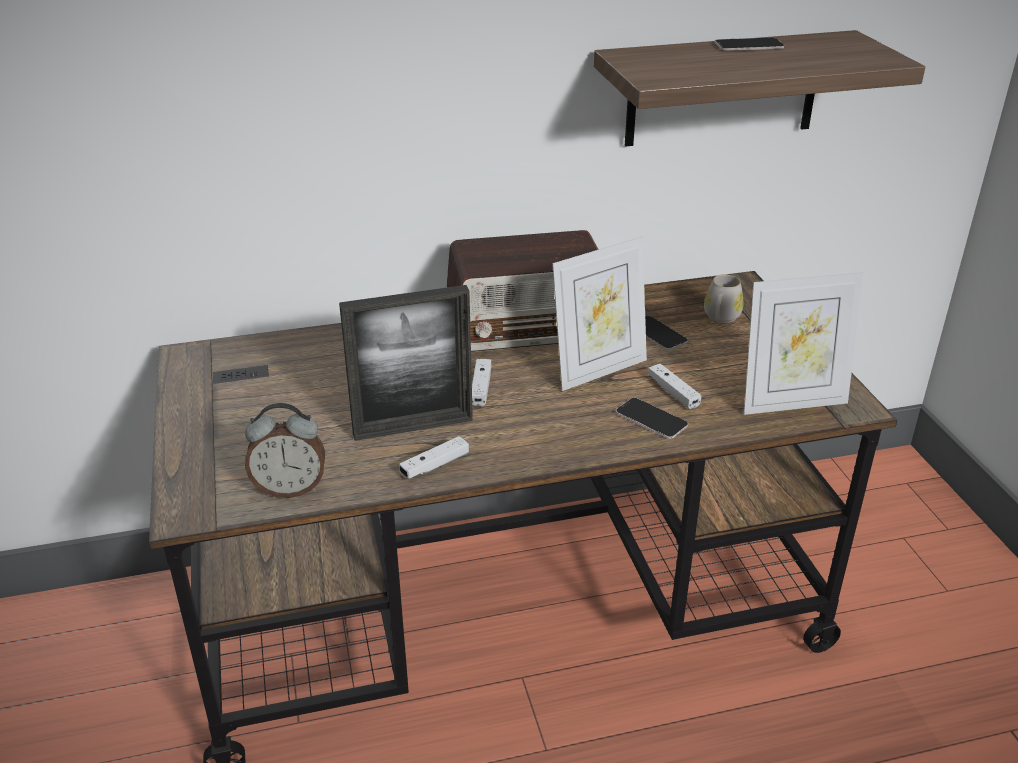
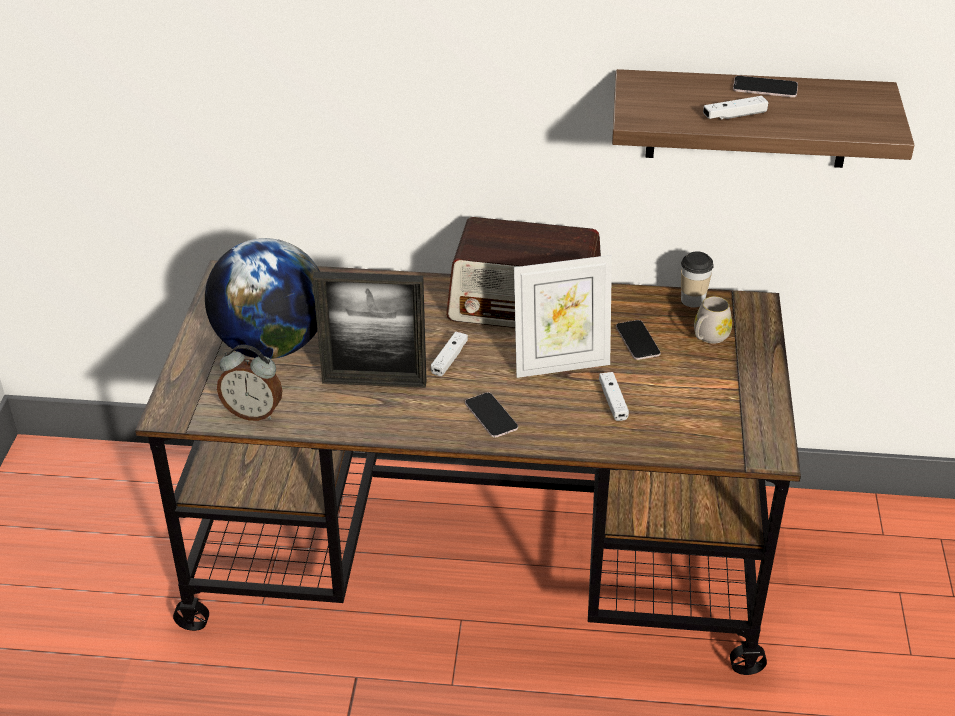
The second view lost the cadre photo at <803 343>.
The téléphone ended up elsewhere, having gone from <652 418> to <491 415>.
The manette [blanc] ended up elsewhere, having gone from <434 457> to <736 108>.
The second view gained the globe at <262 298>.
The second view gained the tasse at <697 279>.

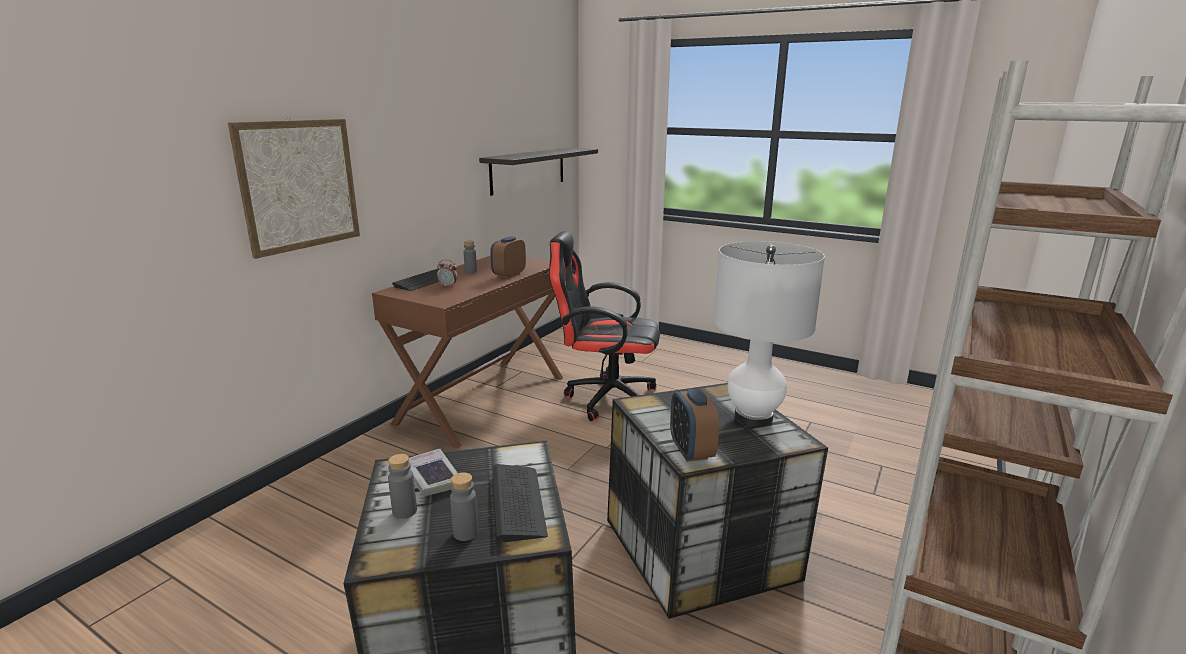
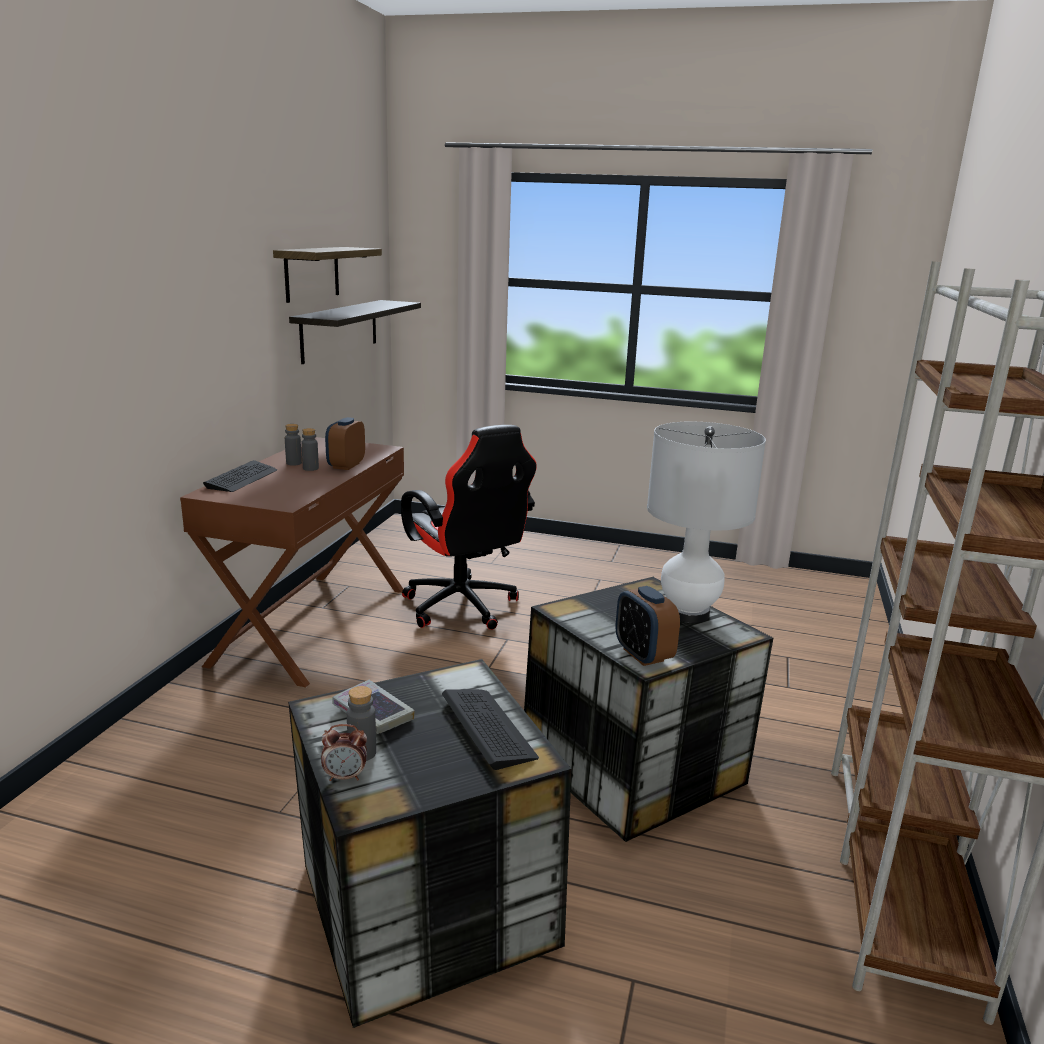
The second view lost the tableau at <294 188>.
The chaise de bureau [noir] at <604 326> ended up facing another way, 120 degrees counterclockwise from before.
The réveil ended up elsewhere, having gone from <447 273> to <344 752>.
The bouteille [gris] ended up elsewhere, having gone from <464 506> to <310 449>.
The second view gained the étagère at <327 275>.

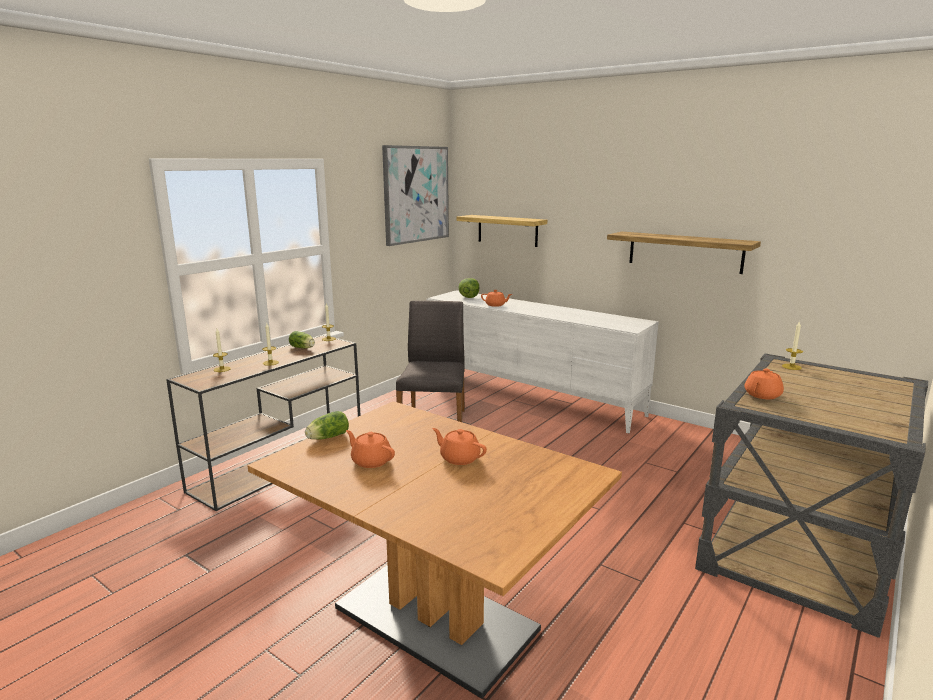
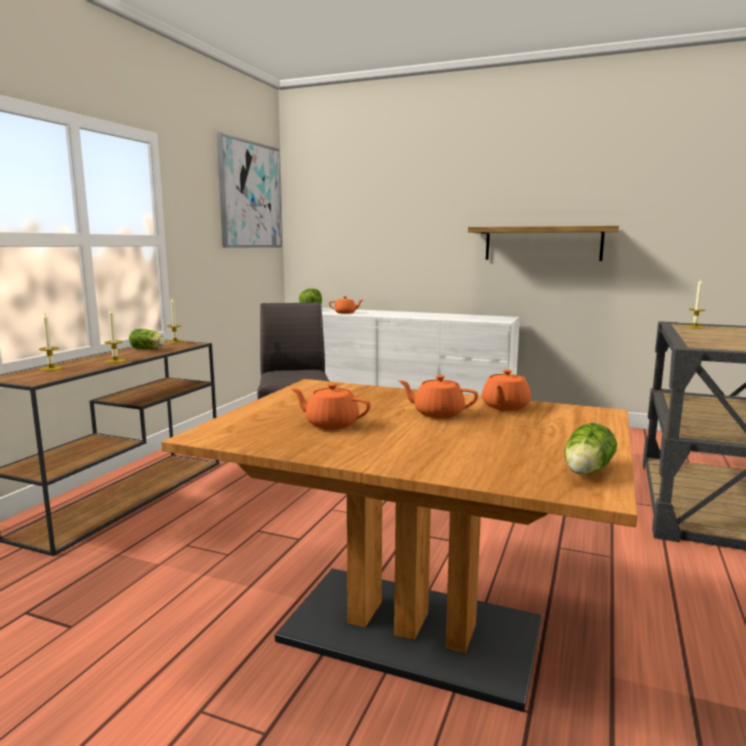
The second view lost the étagère at <502 231>.
The théière [orange] ended up elsewhere, having gone from <764 383> to <506 390>.
The laitue ended up elsewhere, having gone from <327 425> to <590 449>.

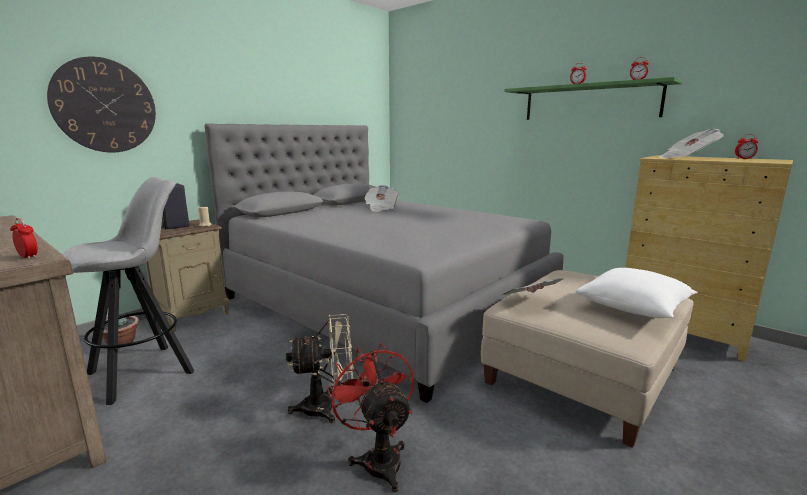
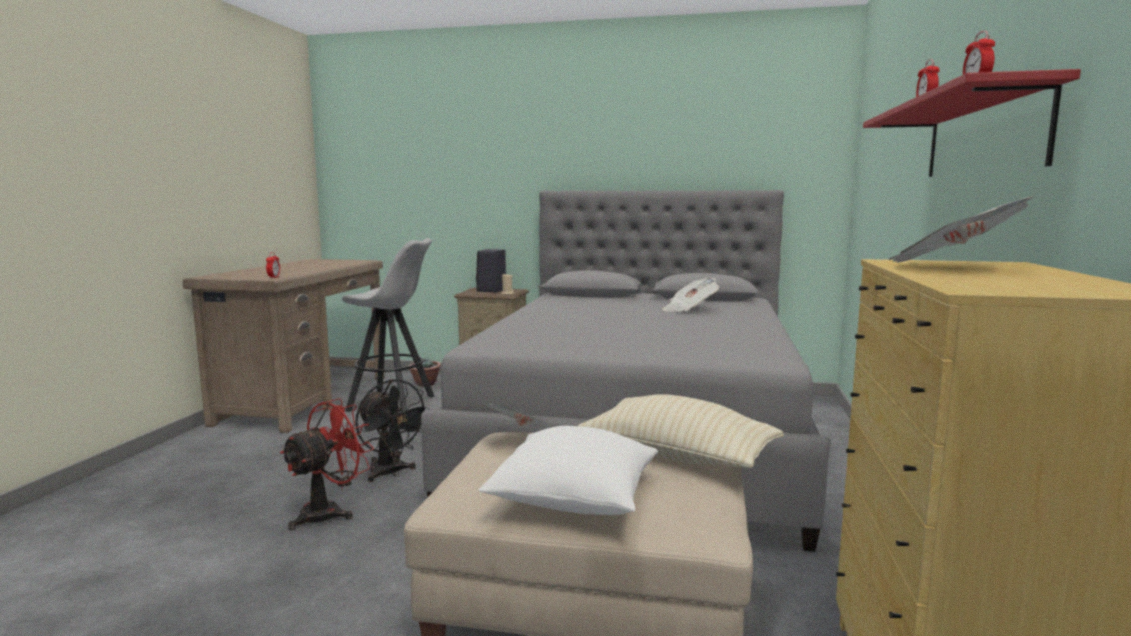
The second view lost the horloge murale at <101 105>.
What was the étagère [vert] at <593 98> turned into the étagère [rouge] at <972 123>.
The second view lost the réveil at <746 146>.
What was the ventilateur [beige] at <320 368> turned into the ventilateur [noir] at <392 430>.
The second view gained the coussin [beige] at <681 431>.

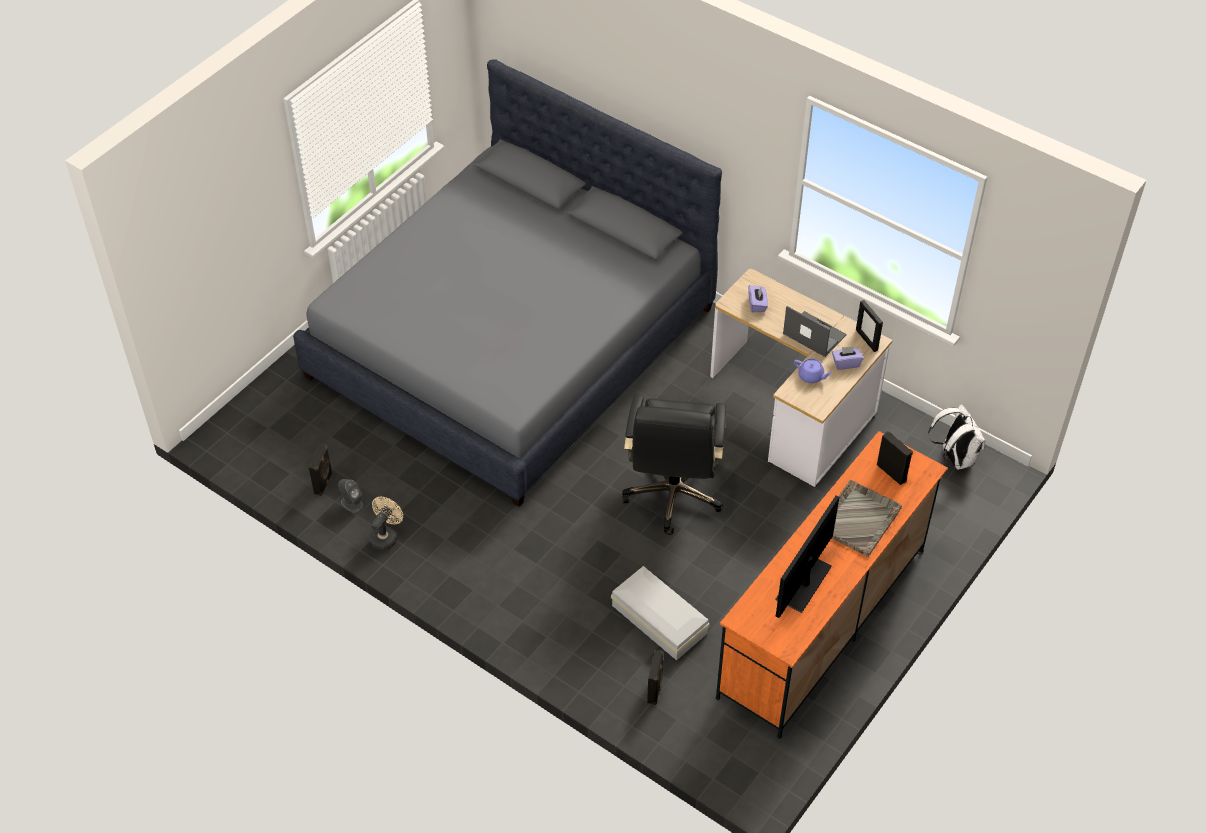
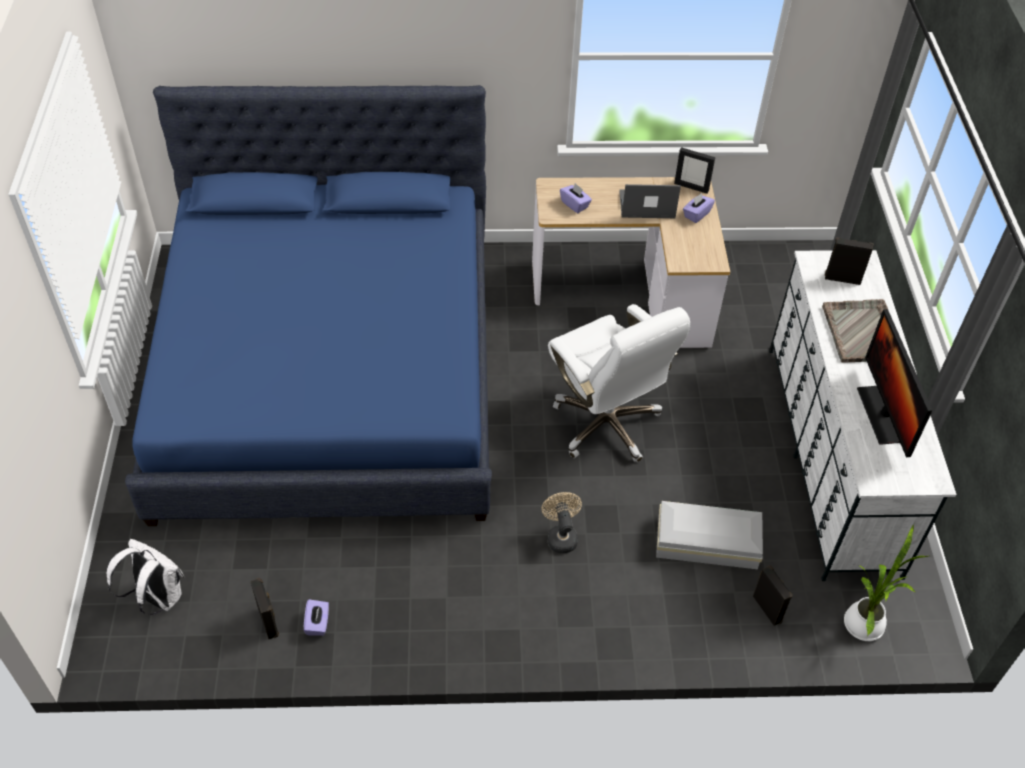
What was the lit [gris] at <507 283> turned into the lit [bleu] at <308 305>.
The second view lost the théière [violet] at <813 371>.
What was the chaise de bureau [noir] at <674 465> turned into the chaise de bureau [blanc] at <619 383>.
The sac à dos [blanc] ended up elsewhere, having gone from <956 437> to <145 577>.
What was the commode [orange] at <831 585> turned into the commode [blanc] at <863 415>.
Where the enceinte [gris] stood at <350 496>, the boîte à mouchoirs [violet] came to stand at <316 617>.
The ventilateur [beige] ended up elsewhere, having gone from <386 524> to <562 522>.
The second view gained the plante en pot at <886 582>.

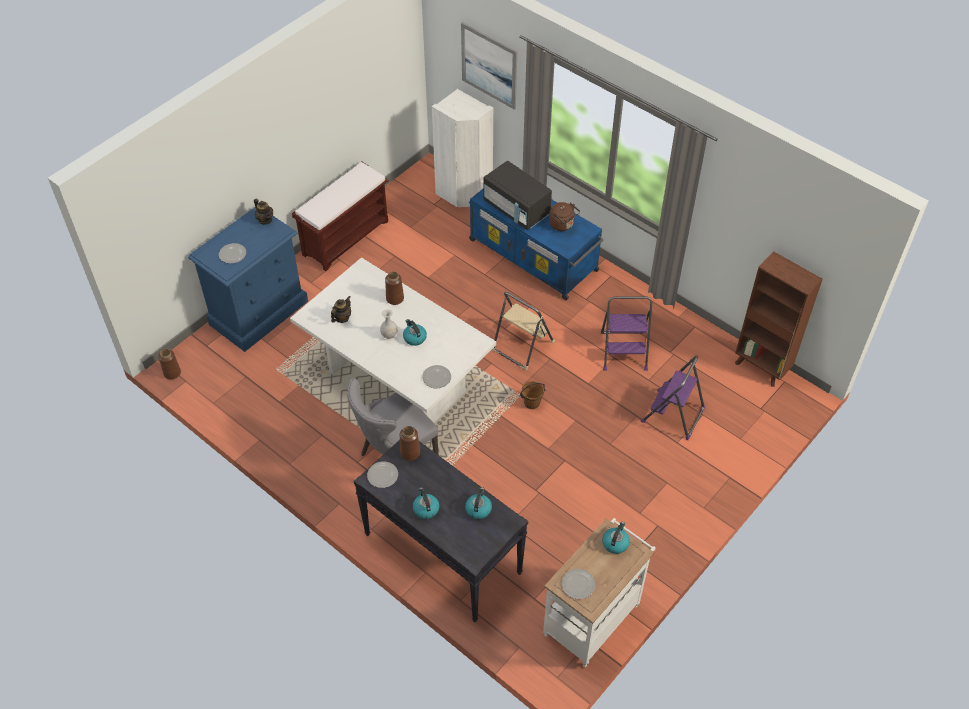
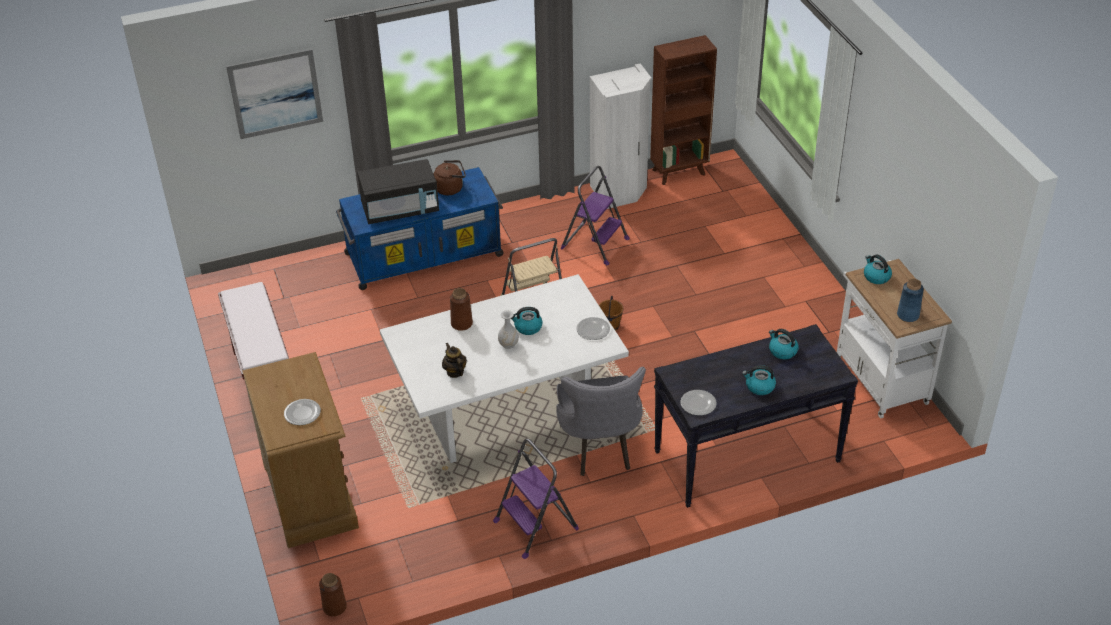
The meuble de rangement [blanc] ended up elsewhere, having gone from <462 148> to <620 136>.
The second view lost the théière at <263 211>.
What was the commode [bleu] at <248 279> turned into the commode [marron] at <300 450>.
The escabeau [violet] ended up elsewhere, having gone from <673 398> to <536 499>.
The second view lost the vase [marron] at <410 443>.
Where the assiette stood at <578 584>, the vase [bleu] came to stand at <910 300>.

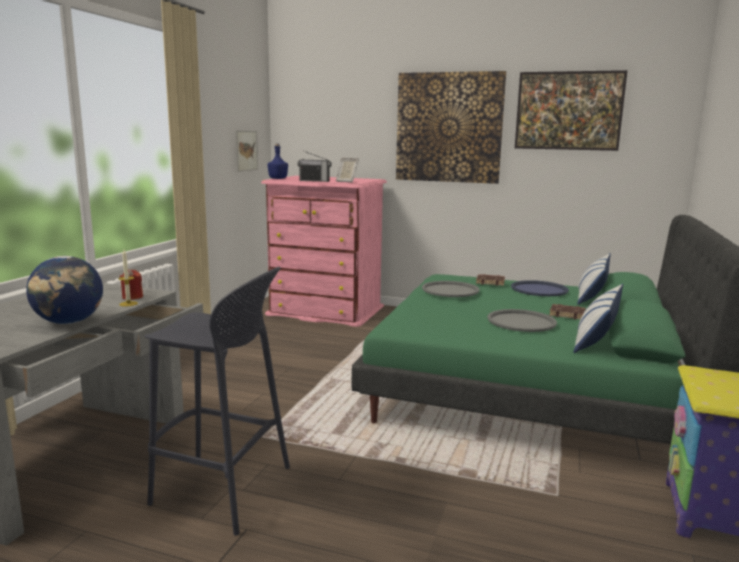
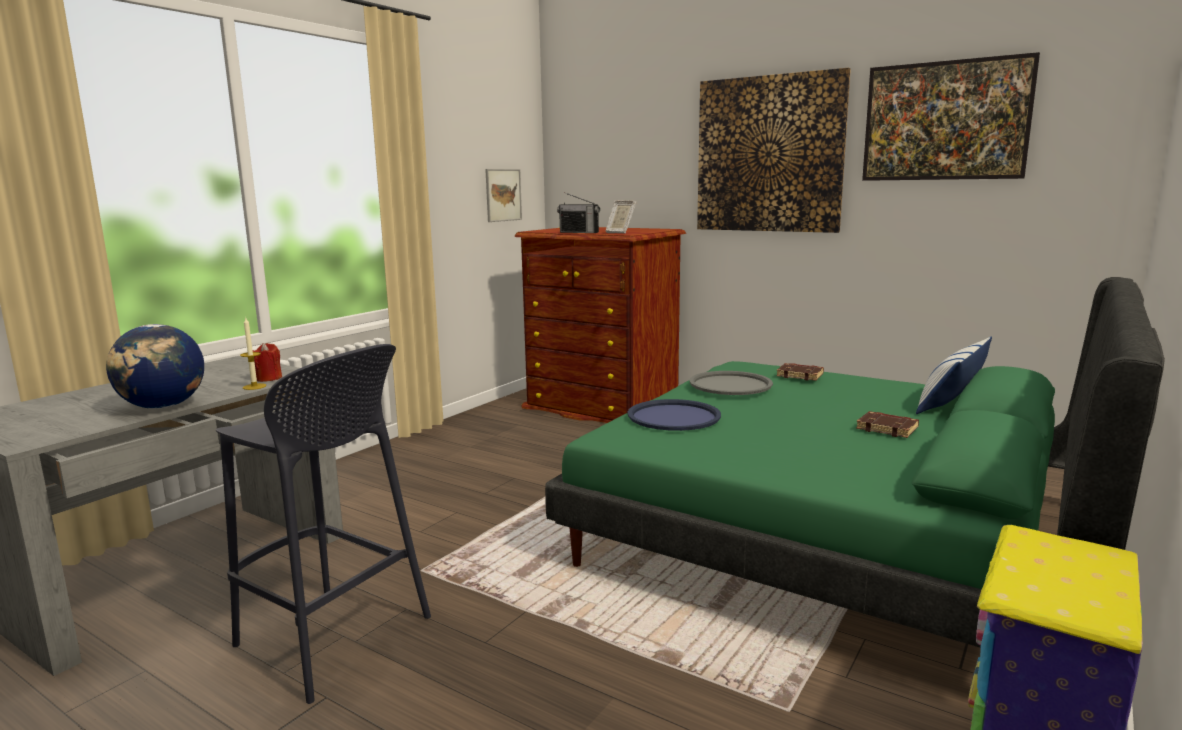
The second view lost the bouteille [bleu] at <278 161>.
What was the commode [rose] at <324 251> turned into the commode [marron] at <600 325>.
The plateau [bleu] ended up elsewhere, having gone from <540 288> to <674 415>.
The second view lost the coussin at <598 318>.
The second view lost the plateau [gris] at <522 320>.

